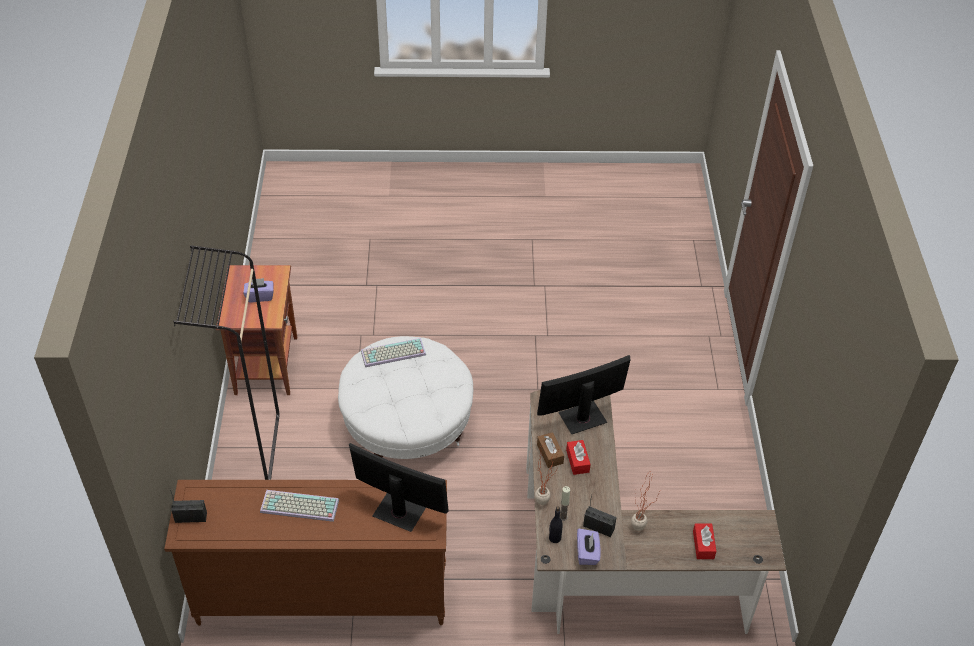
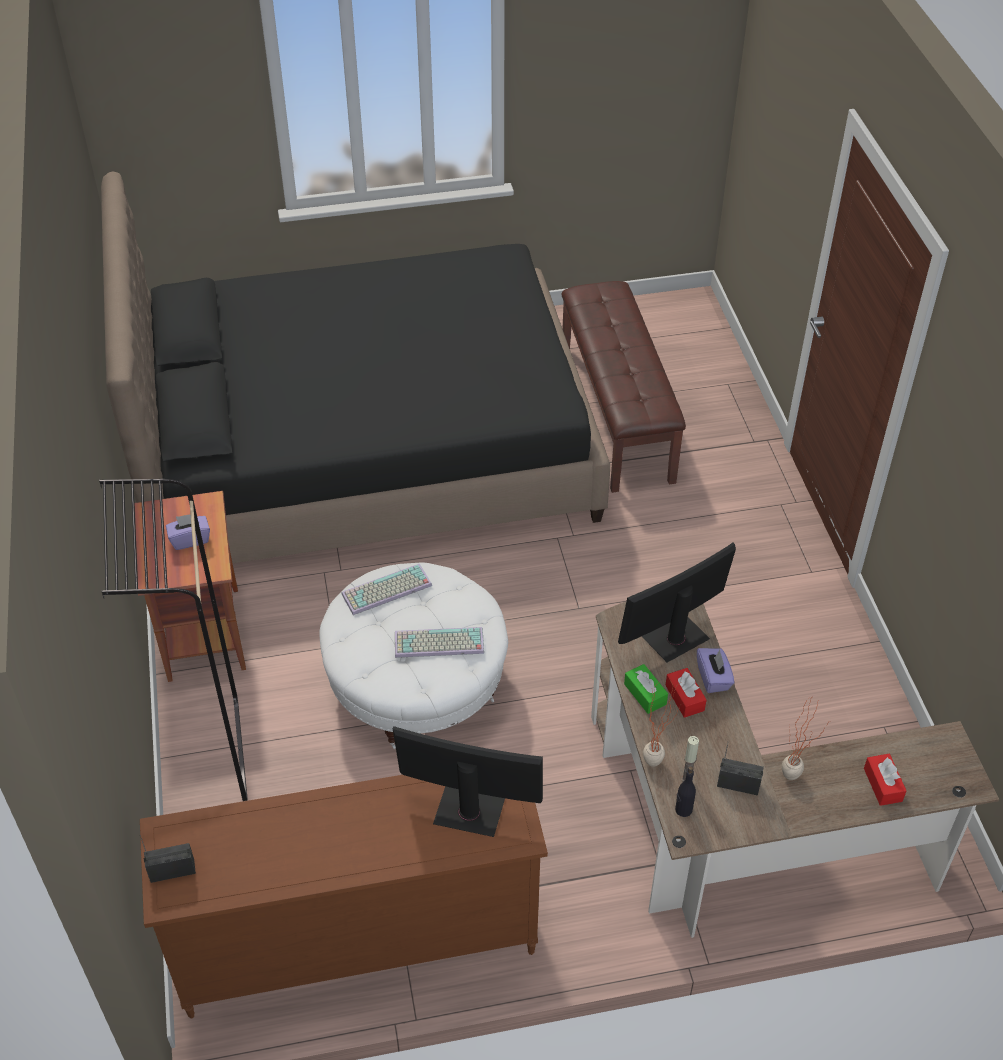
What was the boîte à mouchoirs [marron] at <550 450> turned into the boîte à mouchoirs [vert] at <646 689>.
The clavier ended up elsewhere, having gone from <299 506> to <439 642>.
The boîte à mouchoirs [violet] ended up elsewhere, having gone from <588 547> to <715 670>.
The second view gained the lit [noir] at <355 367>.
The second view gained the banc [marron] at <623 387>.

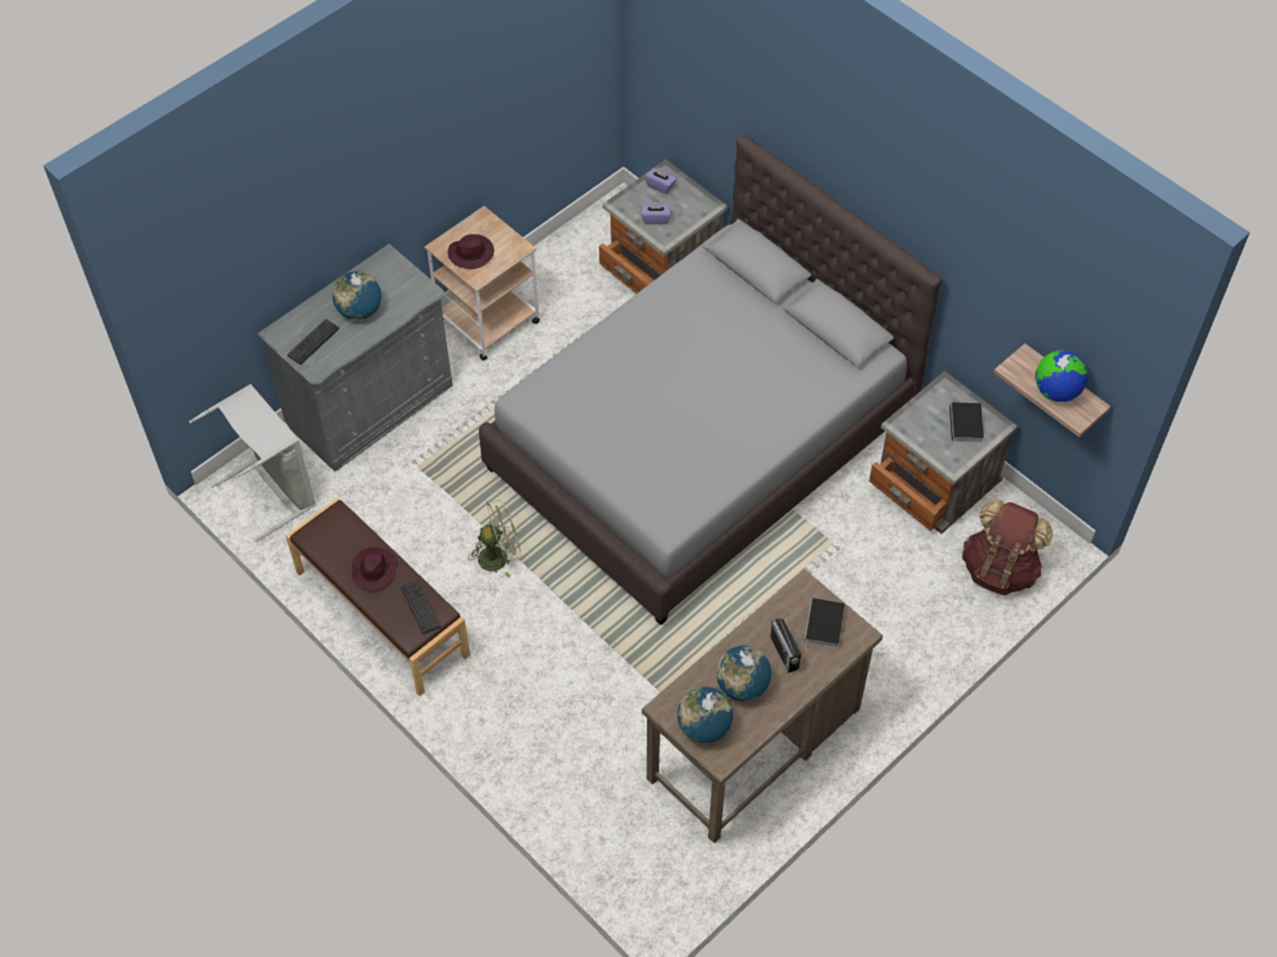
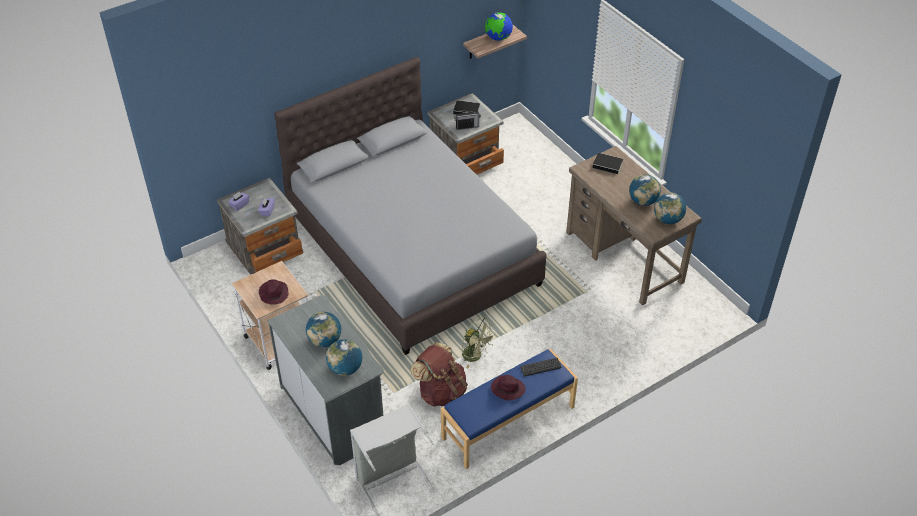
Where the clavier stood at <313 342>, the globe came to stand at <344 357>.
What was the banc [marron] at <378 596> turned into the banc [bleu] at <509 409>.
The ventilateur [vert] at <494 538> ended up facing another way, 135 degrees clockwise from before.
The sac à dos [marron] ended up elsewhere, having gone from <1007 547> to <439 374>.
The radio ended up elsewhere, having gone from <785 645> to <467 120>.

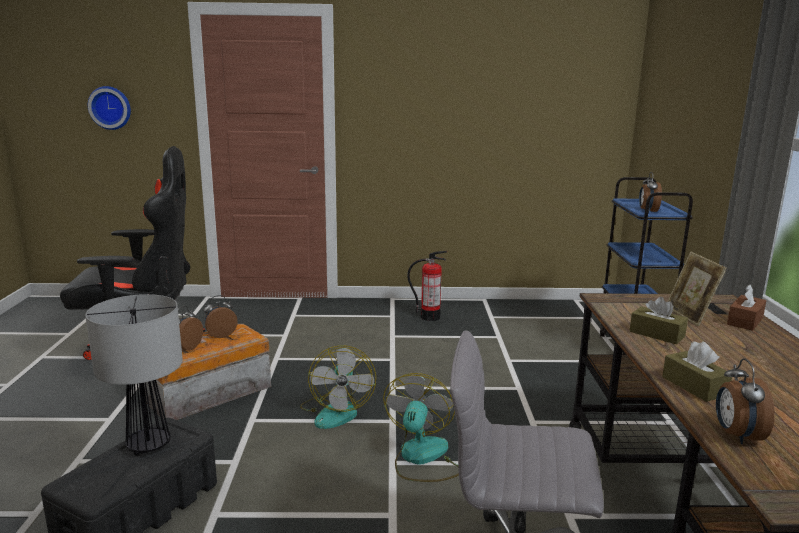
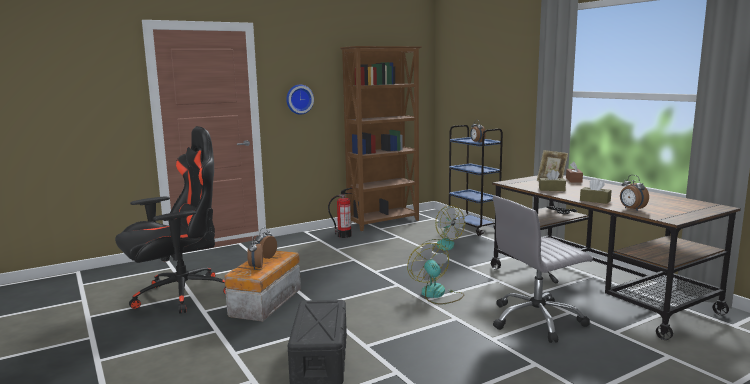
The horloge murale ended up elsewhere, having gone from <109 108> to <300 100>.
The second view lost the lampe de table at <134 375>.
The ventilateur ended up elsewhere, having gone from <338 387> to <443 228>.
The second view gained the bibliothèque [marron] at <381 138>.

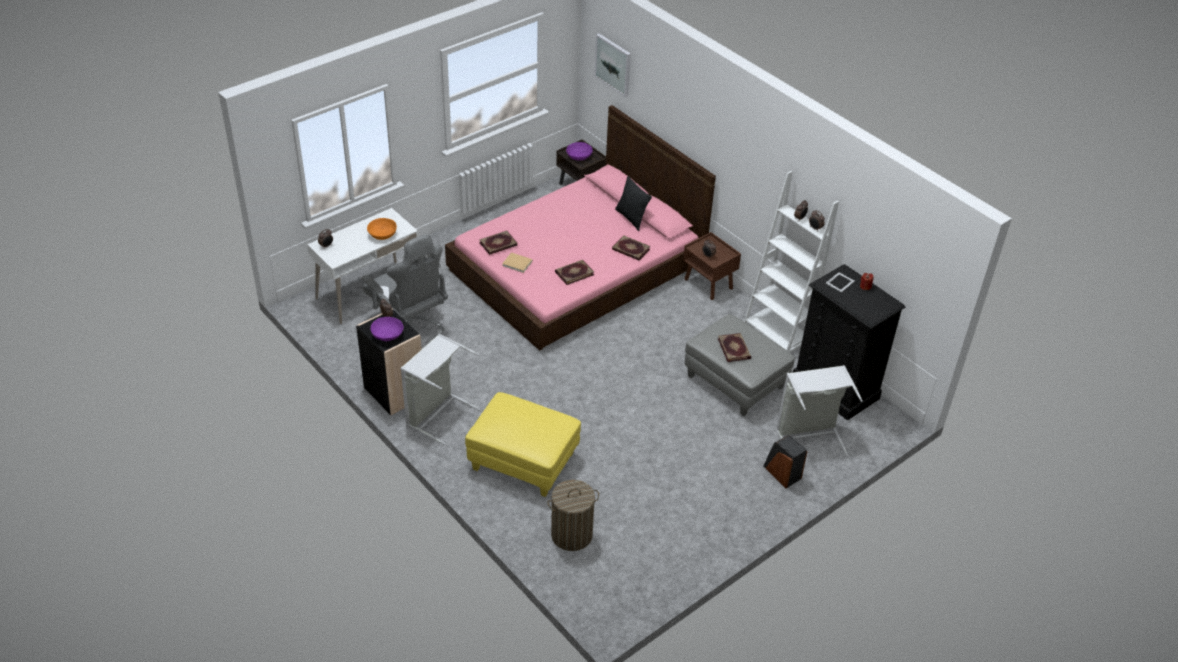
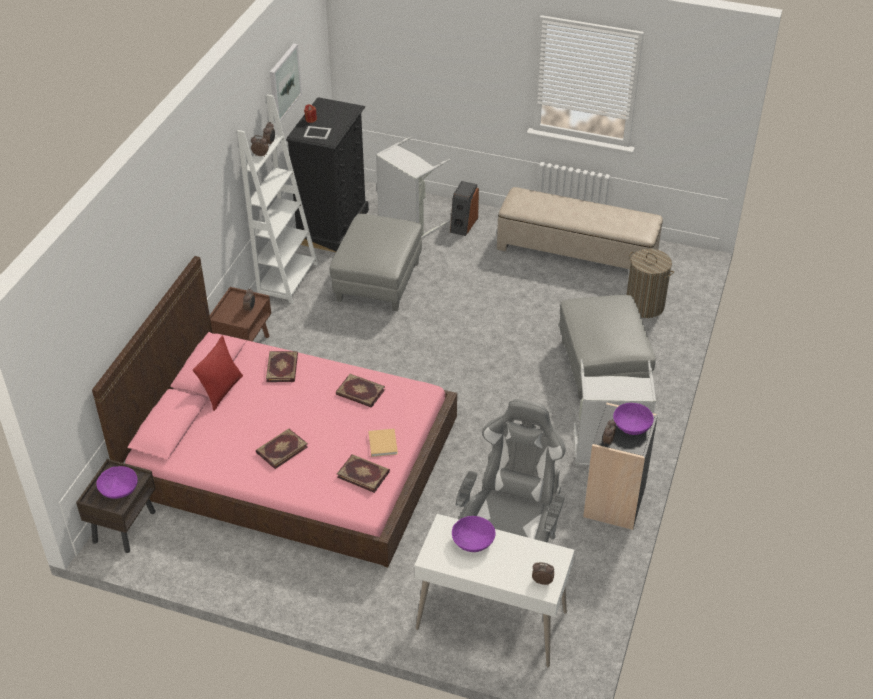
The tableau ended up elsewhere, having gone from <612 65> to <286 83>.
What was the coussin [noir] at <633 203> turned into the coussin [rouge] at <218 373>.
What was the bol [orange] at <382 229> turned into the bol [violet] at <473 534>.
The livre ended up elsewhere, having gone from <734 347> to <282 449>.
What was the pouf [jaune] at <523 444> turned into the pouf [gris] at <607 347>.
The second view gained the banc [beige] at <580 228>.

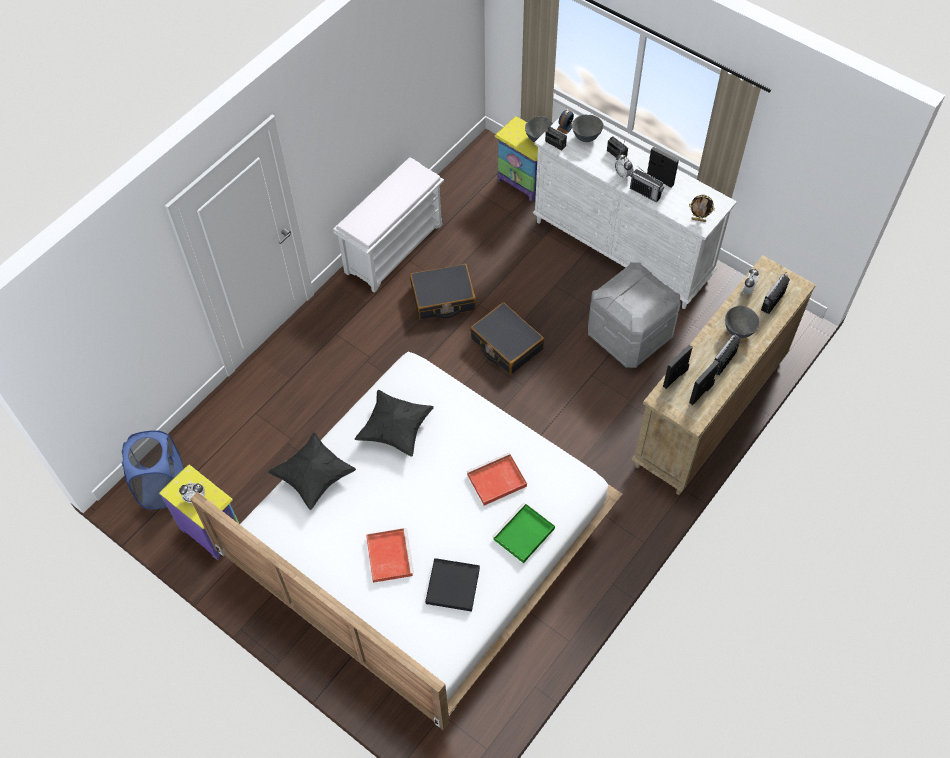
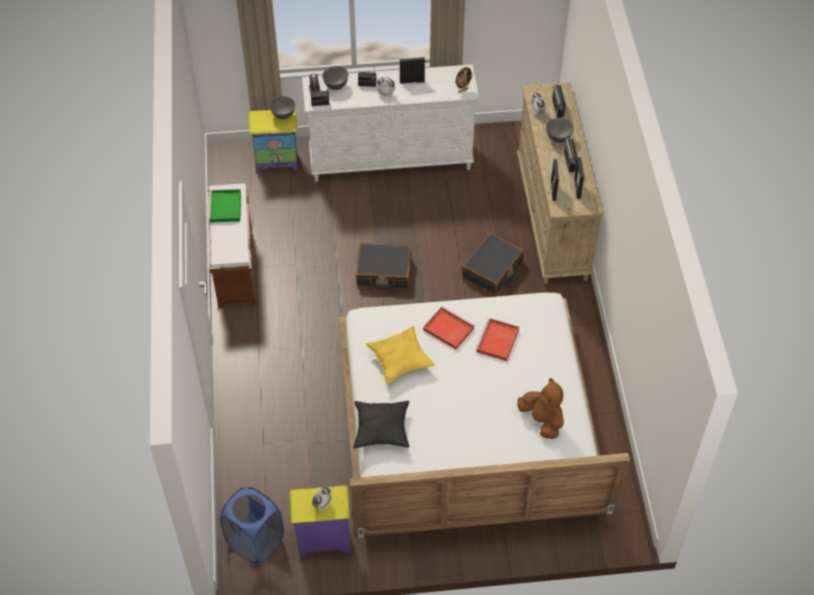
What was the banc [blanc] at <388 225> turned into the banc [marron] at <231 245>.
The second view lost the radio at <647 184>.
The second view lost the boîte de rangement [gris] at <634 315>.
The valise [noir] ended up elsewhere, having gone from <443 292> to <493 263>.
What was the coussin [noir] at <394 423> turned into the coussin [jaune] at <400 355>.
The plateau [vert] ended up elsewhere, having gone from <523 533> to <224 206>.
The plateau [rouge] ended up elsewhere, having gone from <390 555> to <448 328>.
Where the plateau [noir] stood at <452 585>, the peluche [marron] came to stand at <540 408>.

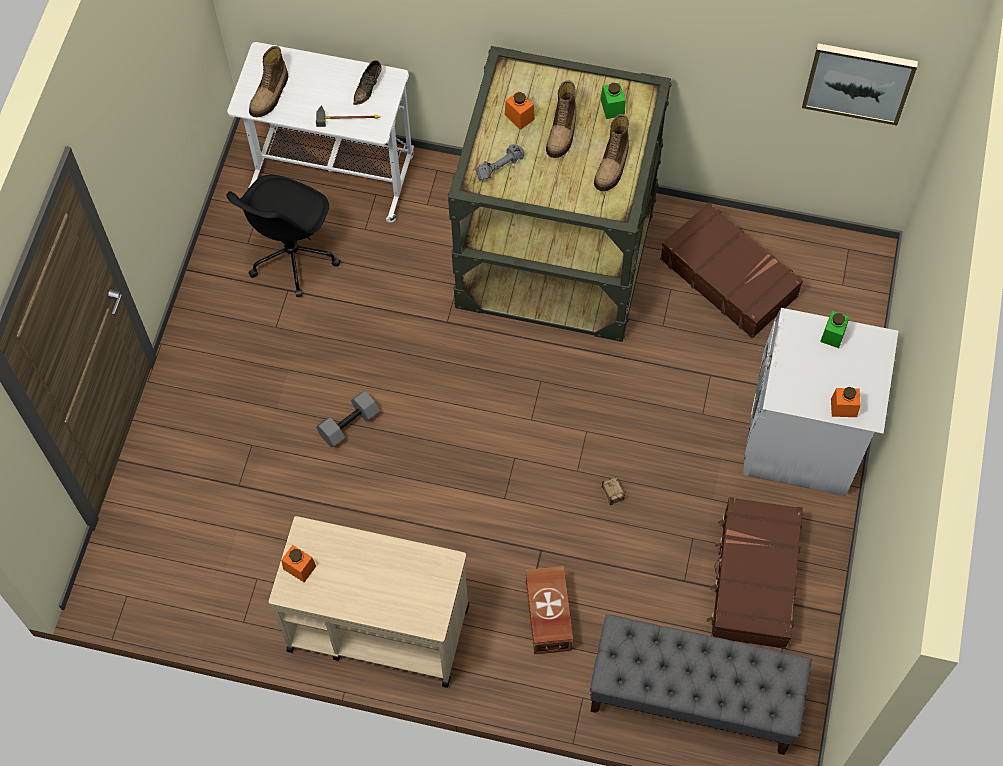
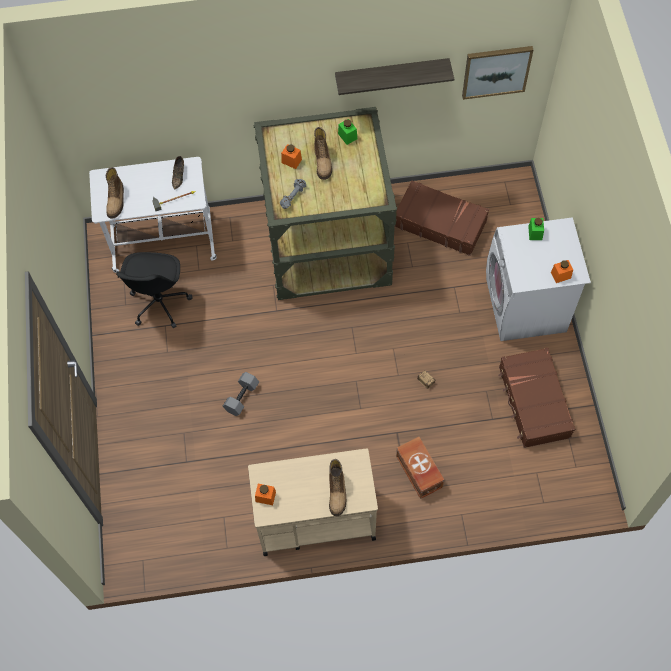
The botte ended up elsewhere, having gone from <611 152> to <337 487>.
The second view lost the banc [gris] at <701 684>.
The second view gained the étagère at <394 76>.

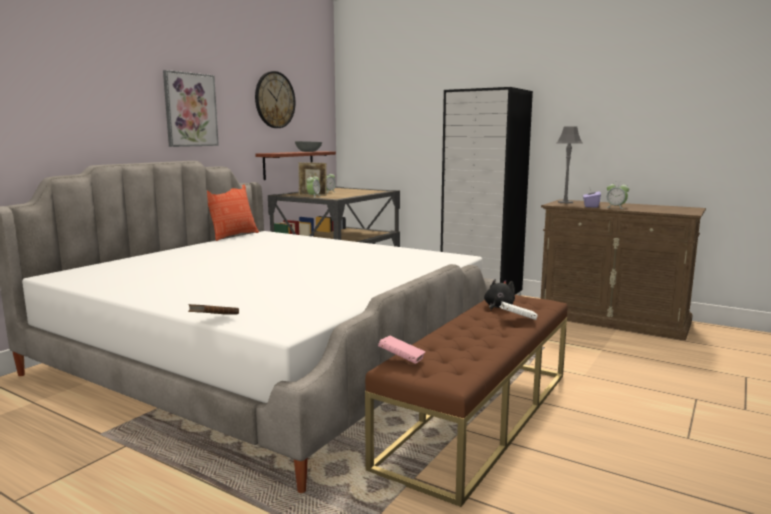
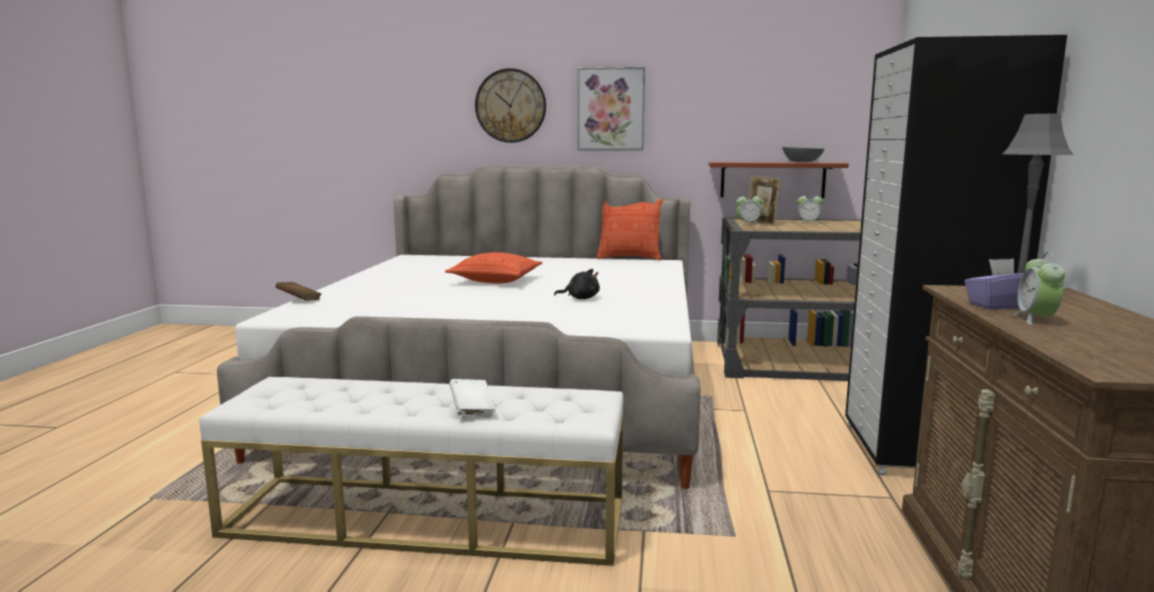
The horloge murale ended up elsewhere, having gone from <275 99> to <510 105>.
The peluche [noir] ended up elsewhere, having gone from <499 295> to <577 284>.
What was the banc [marron] at <466 401> turned into the banc [blanc] at <411 471>.
The second view lost the livre [rose] at <401 350>.
The second view gained the coussin [orange] at <494 268>.

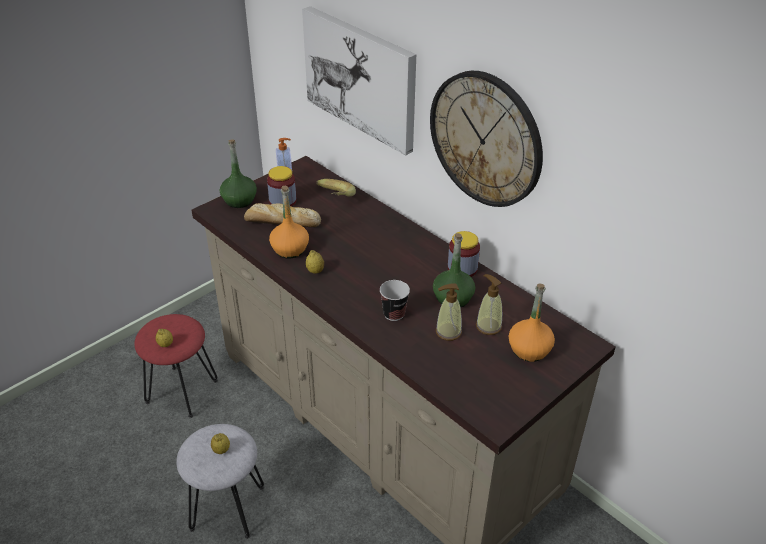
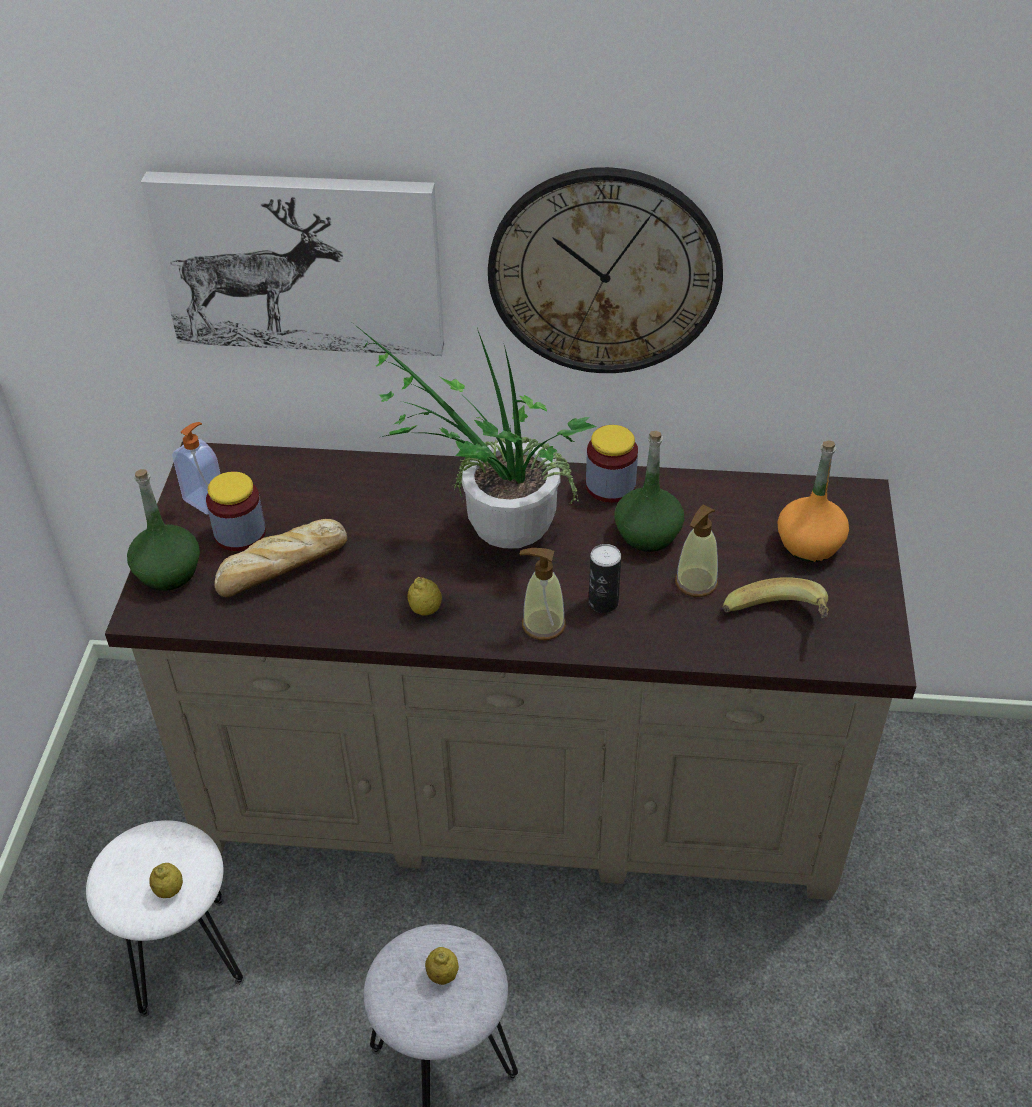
The banane ended up elsewhere, having gone from <336 187> to <776 598>.
The second view lost the bouteille [orange] at <289 222>.
The distributeur de savon ended up elsewhere, having gone from <489 304> to <543 594>.
Where the tasse stood at <395 300>, the boîte métallique came to stand at <605 578>.
What was the tabouret [rouge] at <176 366> turned into the tabouret [blanc] at <165 918>.
The second view gained the plante en pot at <475 436>.

